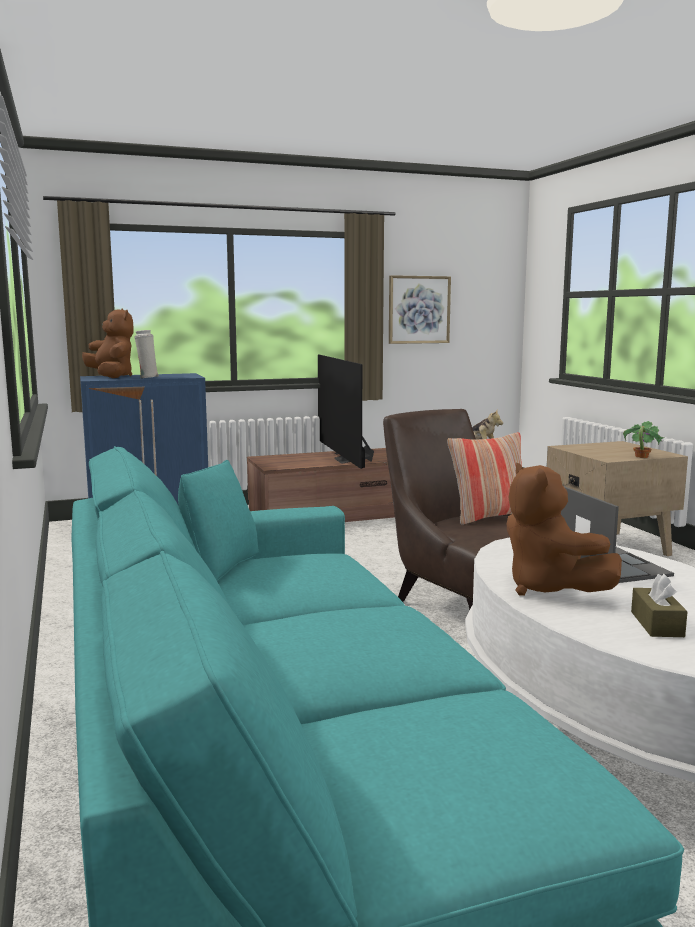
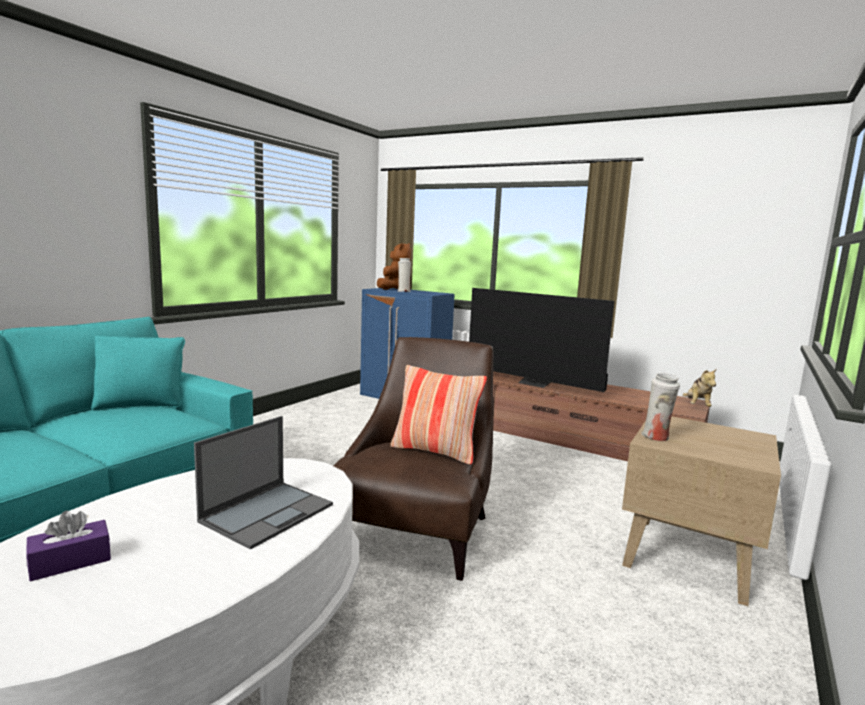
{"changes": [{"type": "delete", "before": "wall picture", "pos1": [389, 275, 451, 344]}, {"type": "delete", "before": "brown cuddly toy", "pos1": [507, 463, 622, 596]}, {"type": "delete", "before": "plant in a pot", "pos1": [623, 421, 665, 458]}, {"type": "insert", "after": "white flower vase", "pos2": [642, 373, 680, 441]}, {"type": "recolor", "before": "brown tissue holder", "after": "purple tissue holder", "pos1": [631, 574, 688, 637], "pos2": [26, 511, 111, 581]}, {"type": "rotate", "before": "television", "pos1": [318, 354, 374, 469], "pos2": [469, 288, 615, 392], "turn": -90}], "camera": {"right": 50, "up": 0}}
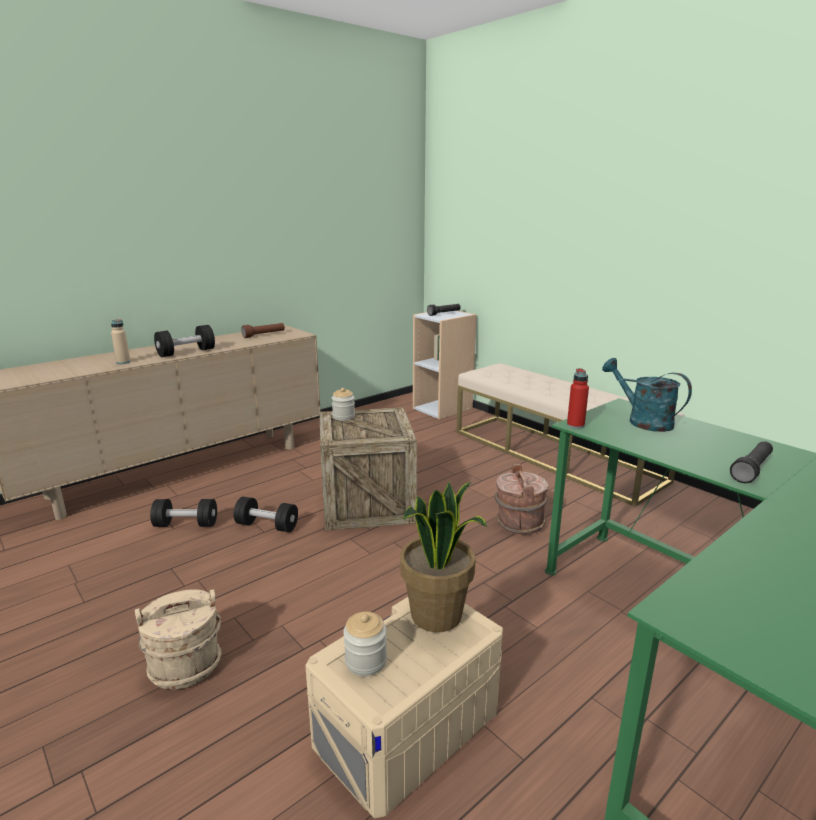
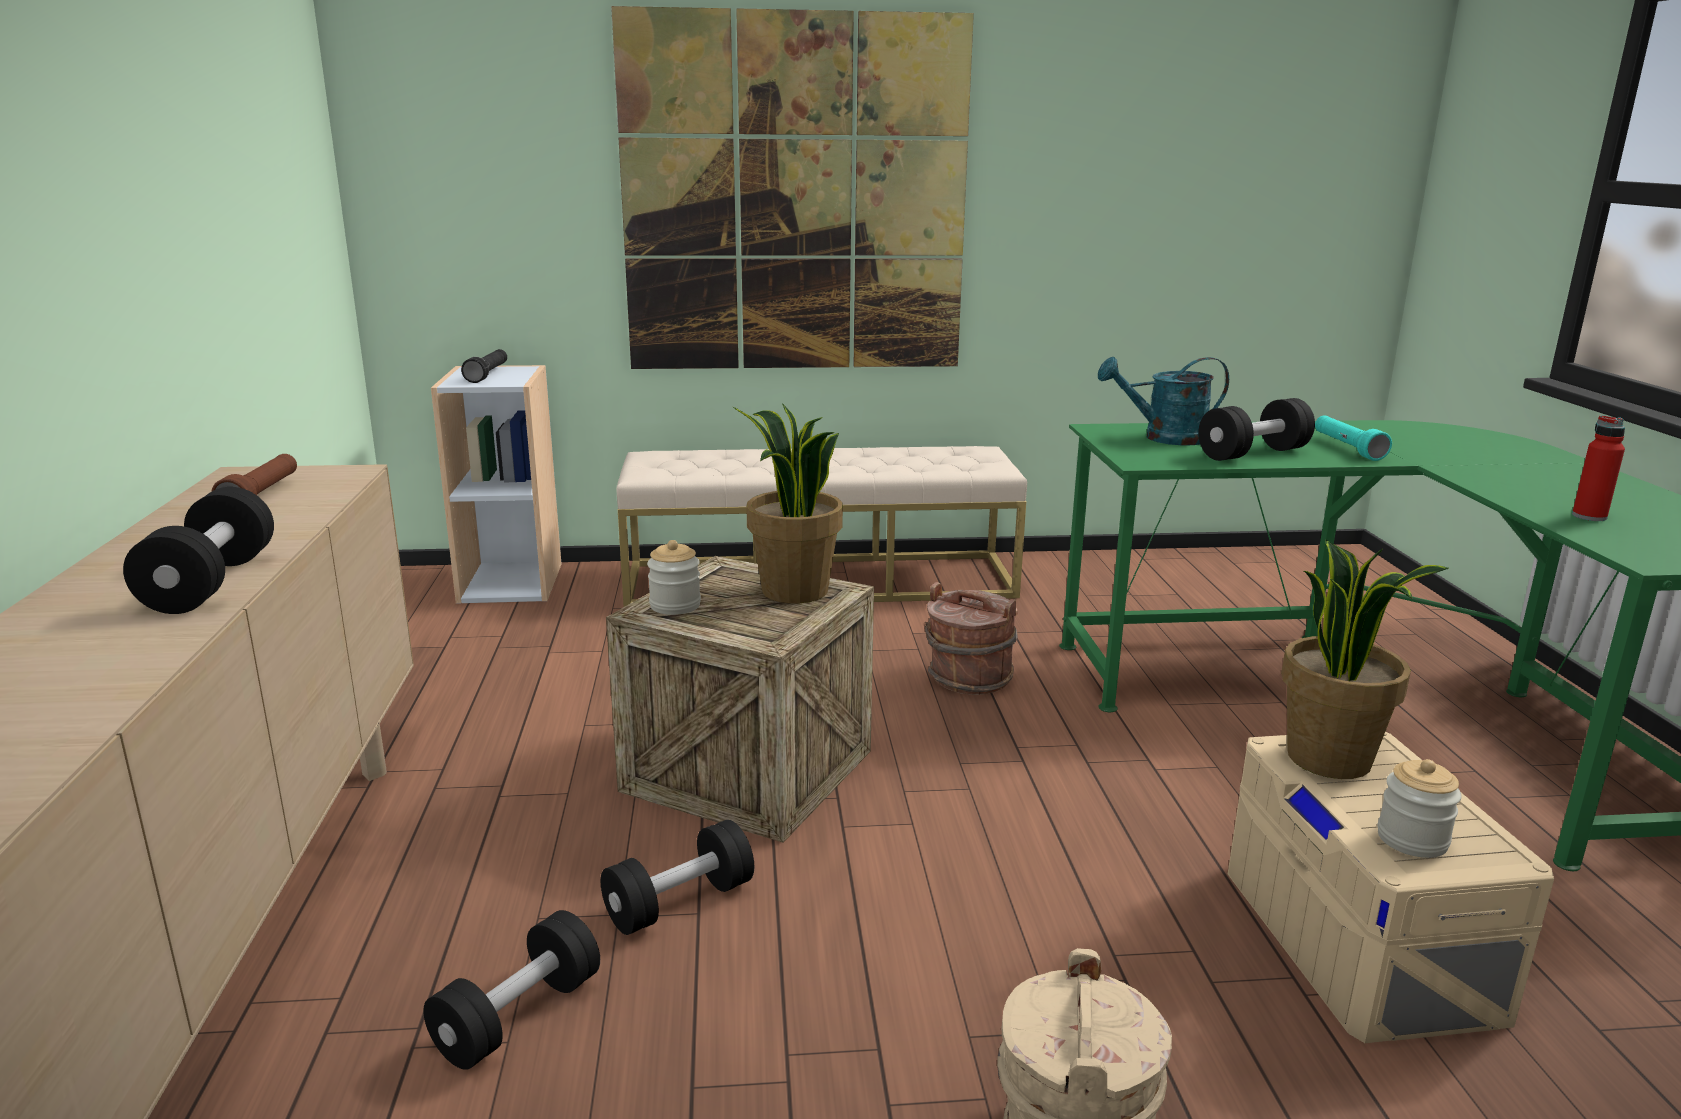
{"changes": [{"type": "delete", "before": "beige drink bottle", "pos1": [111, 318, 131, 364]}, {"type": "insert", "after": "wall picture", "pos2": [611, 6, 974, 369]}, {"type": "insert", "after": "plant in a pot", "pos2": [733, 403, 843, 603]}, {"type": "insert", "after": "blackish free weight", "pos2": [1198, 398, 1315, 461]}, {"type": "move", "before": "red drink bottle", "pos1": [567, 368, 589, 429], "pos2": [1572, 415, 1625, 521]}, {"type": "recolor", "before": "blackish torch", "after": "turquoise-coloured torch", "pos1": [730, 441, 773, 483], "pos2": [1315, 415, 1392, 461]}], "camera": {"right": -55, "up": 0}}
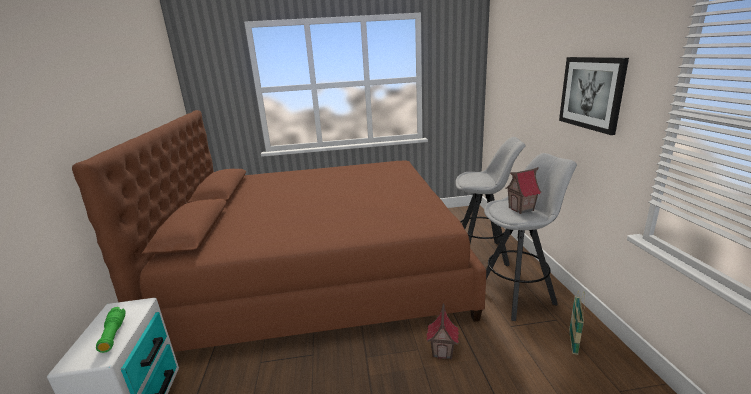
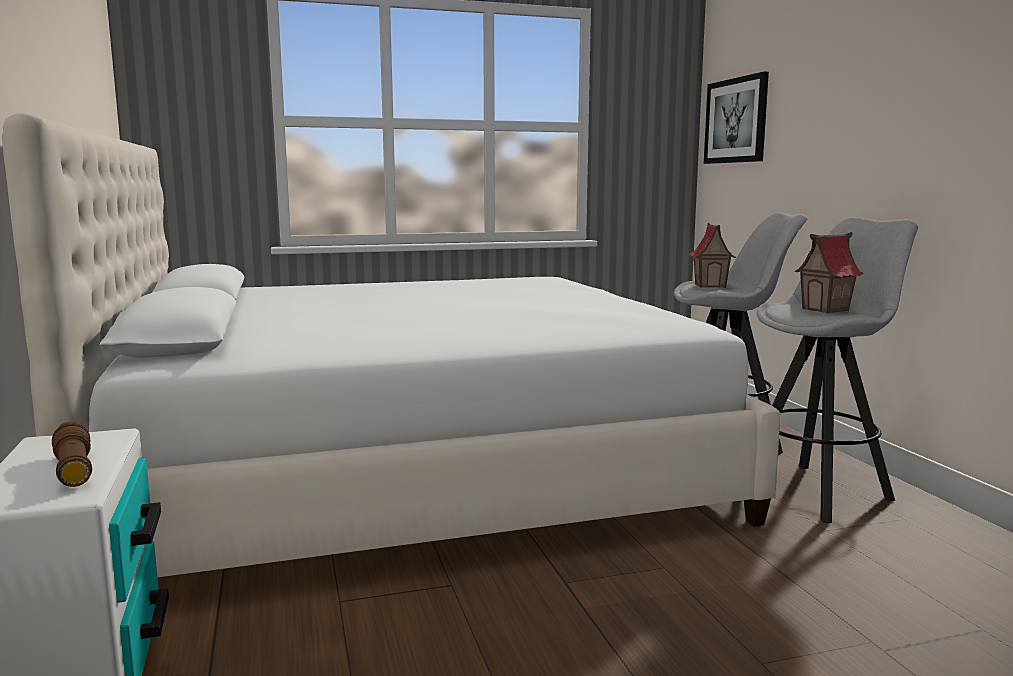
{"changes": [{"type": "delete", "before": "basket", "pos1": [569, 291, 585, 355]}, {"type": "move", "before": "toy house", "pos1": [426, 303, 459, 359], "pos2": [688, 223, 736, 288]}, {"type": "move", "before": "wall picture", "pos1": [559, 57, 629, 135], "pos2": [704, 72, 769, 164]}, {"type": "recolor", "before": "brown bedroom bed", "after": "white bedroom bed", "pos1": [72, 110, 486, 352], "pos2": [2, 113, 780, 577]}, {"type": "recolor", "before": "greenish torch", "after": "brown torch", "pos1": [96, 307, 126, 353], "pos2": [52, 421, 92, 487]}], "camera": {"right": -10, "up": -10}}
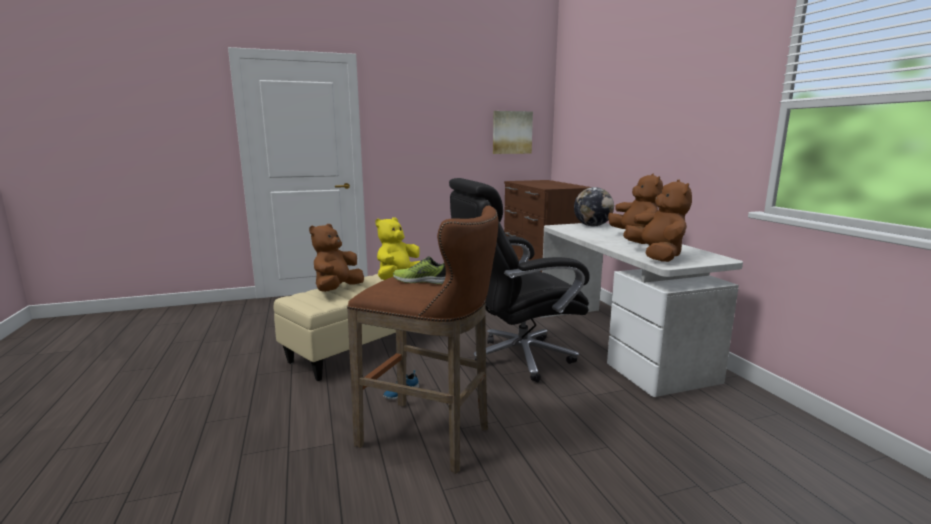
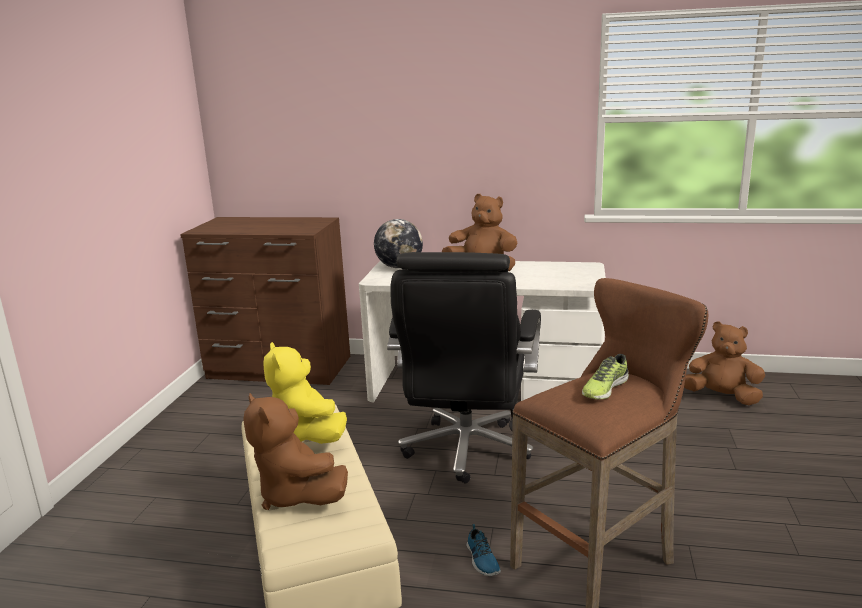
{"changes": [{"type": "delete", "before": "wall picture", "pos1": [493, 111, 533, 154]}, {"type": "move", "before": "brown cuddly toy", "pos1": [625, 179, 692, 262], "pos2": [684, 321, 765, 405]}], "camera": {"right": -60, "up": 5}}
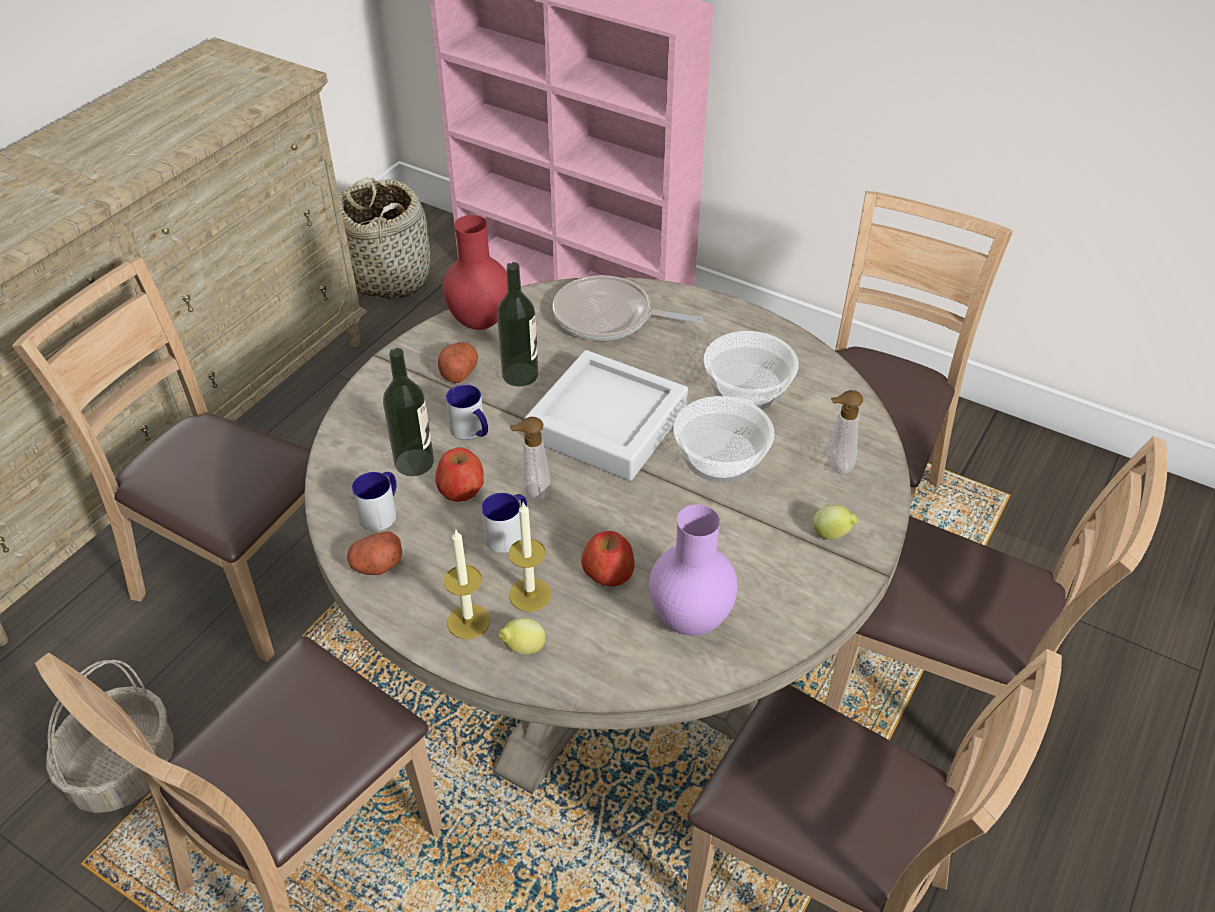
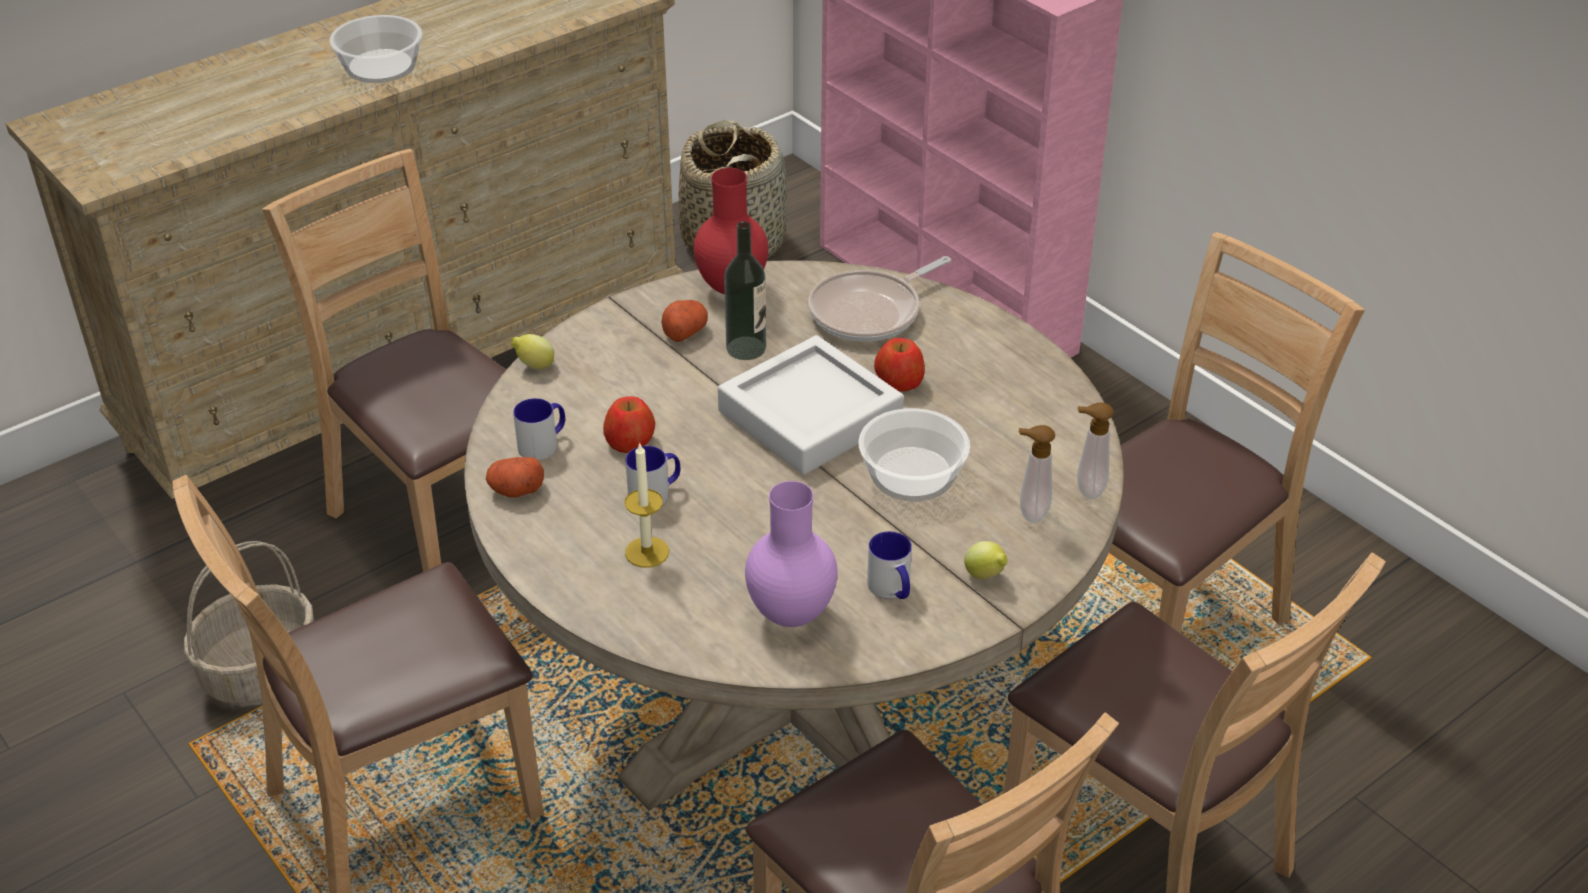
{"changes": [{"type": "delete", "before": "drink bottle", "pos1": [383, 348, 434, 476]}, {"type": "delete", "before": "candle", "pos1": [444, 530, 490, 639]}, {"type": "move", "before": "coffee mug", "pos1": [446, 384, 488, 440], "pos2": [867, 531, 912, 599]}, {"type": "move", "before": "lemon", "pos1": [498, 618, 546, 655], "pos2": [511, 334, 554, 369]}, {"type": "move", "before": "soap dispenser", "pos1": [510, 417, 550, 502], "pos2": [1077, 402, 1114, 499]}, {"type": "move", "before": "apple fruit", "pos1": [581, 531, 635, 587], "pos2": [874, 338, 925, 392]}, {"type": "move", "before": "deep dish", "pos1": [704, 331, 799, 409], "pos2": [330, 15, 422, 83]}, {"type": "rotate", "before": "skillet", "pos1": [553, 275, 703, 341], "pos2": [808, 256, 951, 341], "turn": -75}], "camera": {"right": 20, "up": -5}}
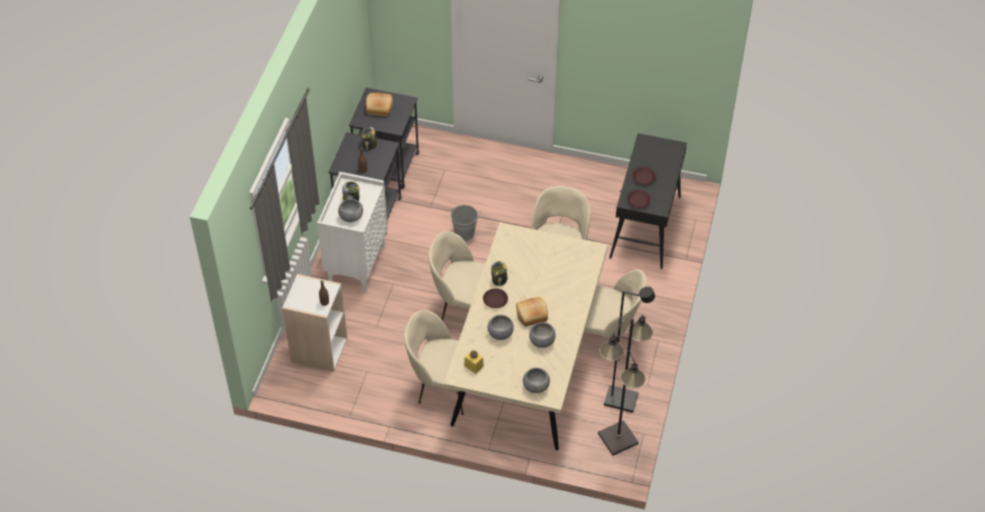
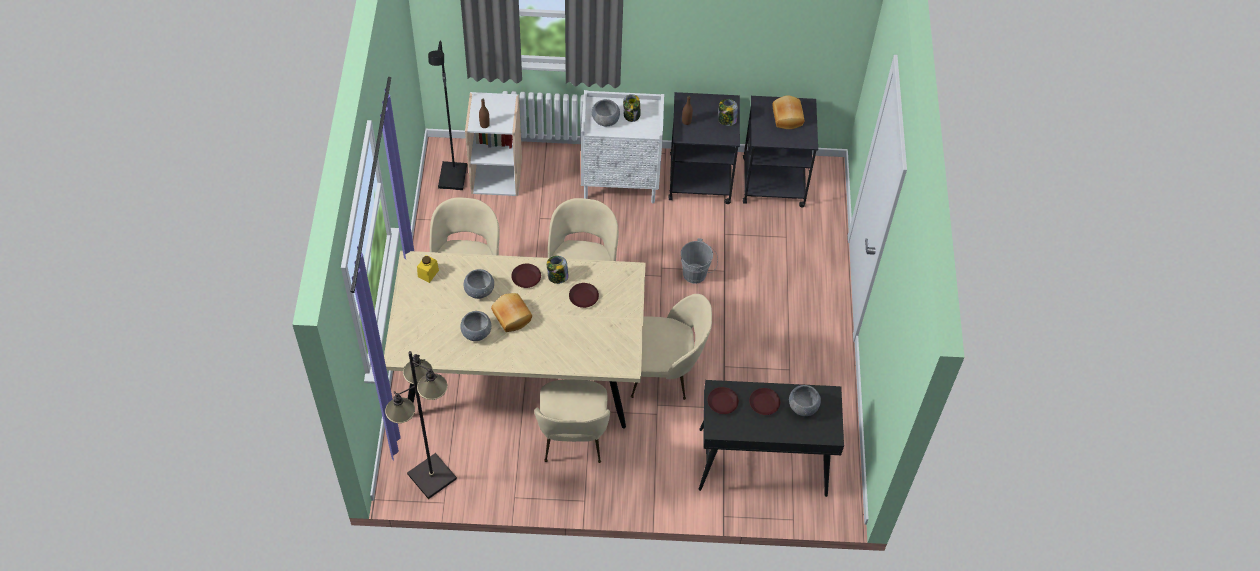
{"changes": [{"type": "insert", "after": "brown flat dish", "pos2": [569, 283, 599, 308]}, {"type": "move", "before": "greyish deep dish", "pos1": [523, 368, 550, 393], "pos2": [789, 385, 821, 416]}, {"type": "move", "before": "blackish standard lamp", "pos1": [604, 287, 655, 413], "pos2": [428, 40, 467, 190]}], "camera": {"right": 75, "up": 5}}
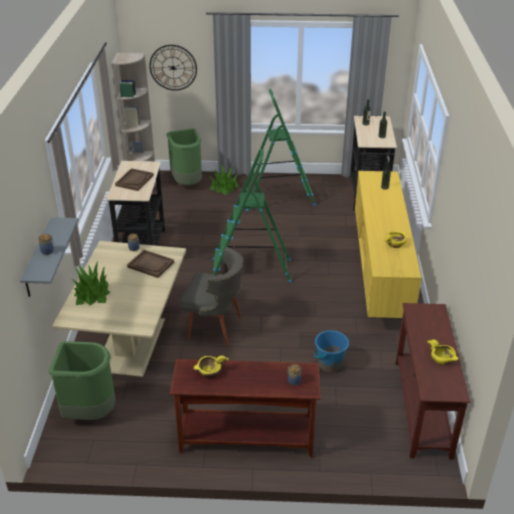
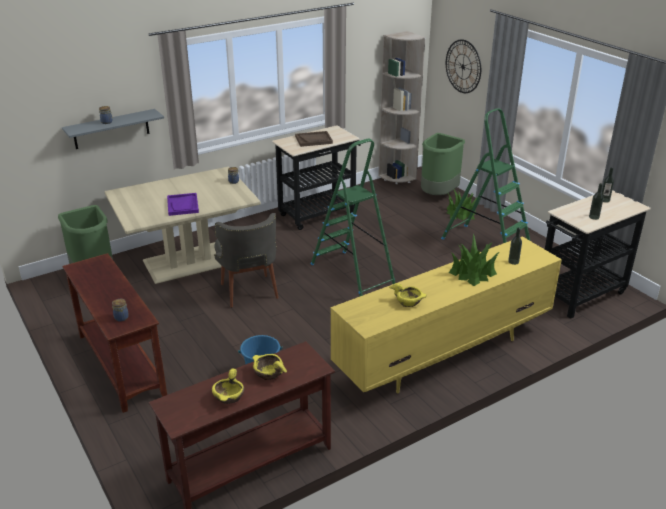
{"changes": [{"type": "delete", "before": "brown serving tray", "pos1": [127, 250, 174, 278]}, {"type": "insert", "after": "purple serving tray", "pos2": [167, 193, 199, 216]}, {"type": "move", "before": "plant in a pot", "pos1": [72, 261, 110, 305], "pos2": [448, 233, 499, 286]}, {"type": "move", "before": "yellowish deep dish", "pos1": [194, 356, 230, 378], "pos2": [252, 354, 287, 380]}], "camera": {"right": 55, "up": -5}}
